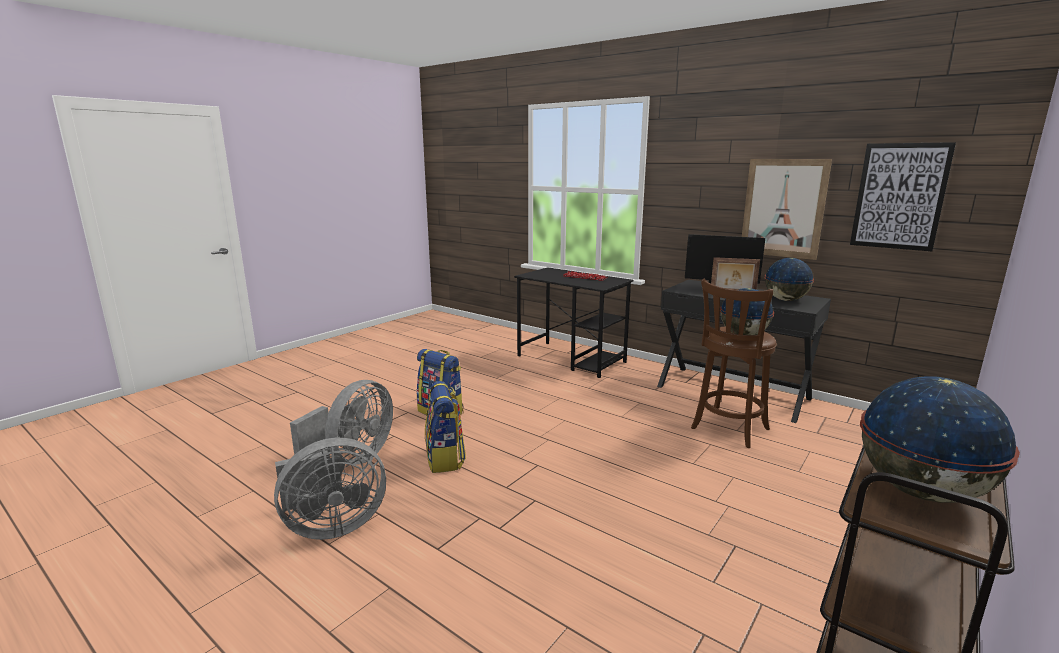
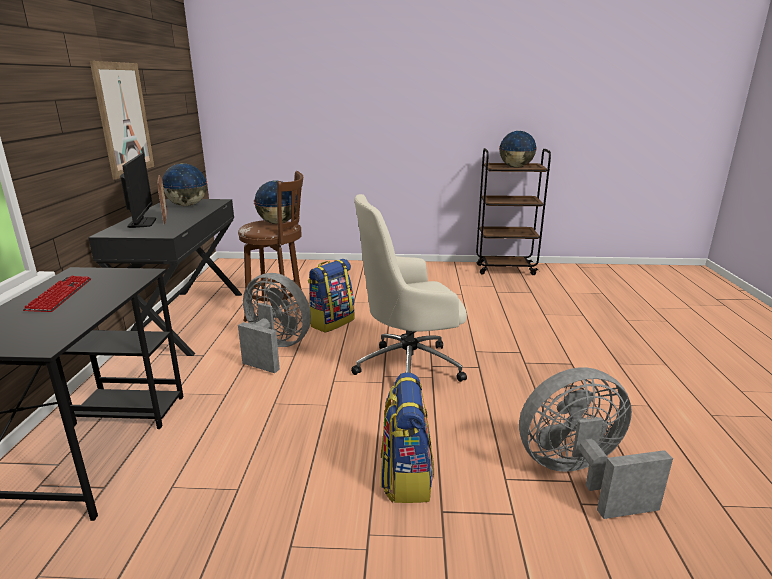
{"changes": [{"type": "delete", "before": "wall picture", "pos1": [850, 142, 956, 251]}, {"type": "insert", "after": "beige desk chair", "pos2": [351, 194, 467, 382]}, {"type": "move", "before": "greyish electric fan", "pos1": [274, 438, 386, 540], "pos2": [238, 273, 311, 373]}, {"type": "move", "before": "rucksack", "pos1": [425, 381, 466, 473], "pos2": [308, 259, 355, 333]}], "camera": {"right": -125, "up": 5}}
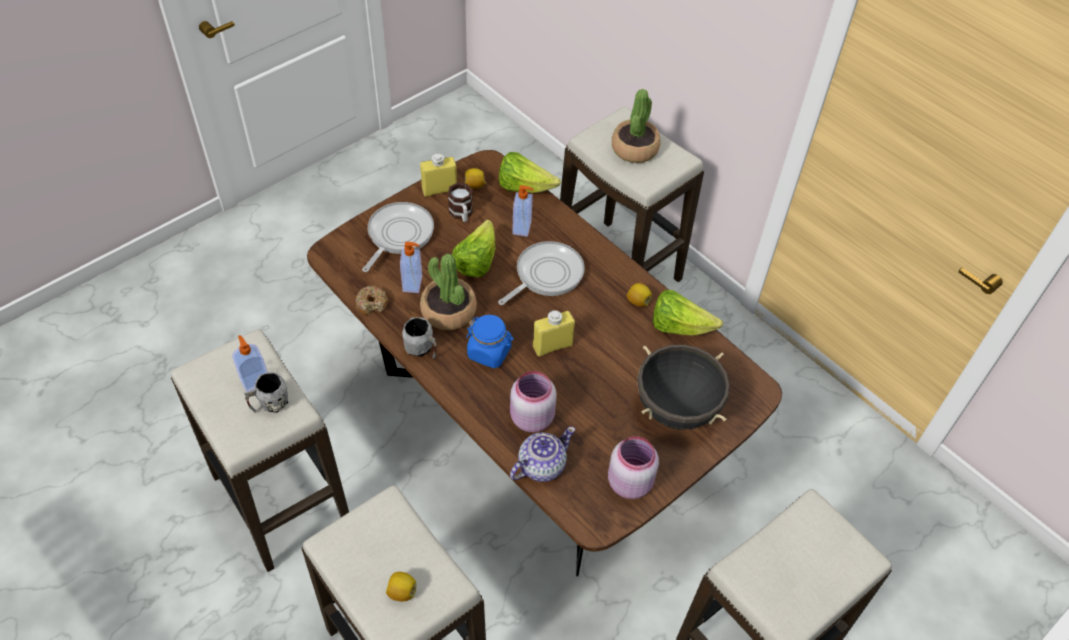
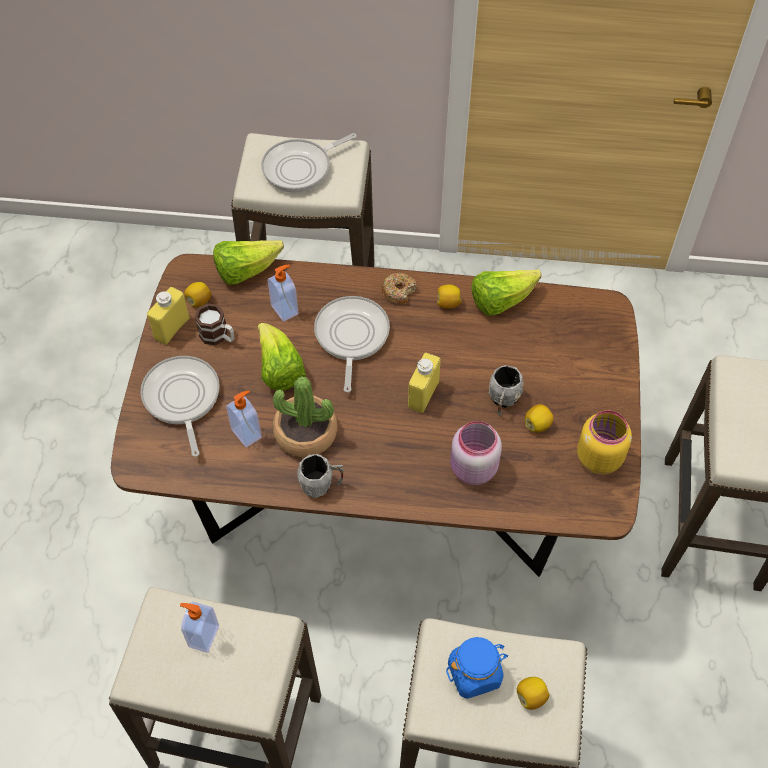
{"changes": [{"type": "delete", "before": "teapot", "pos1": [510, 427, 575, 482]}, {"type": "delete", "before": "blackish saucepot", "pos1": [637, 345, 730, 430]}, {"type": "insert", "after": "lemon", "pos2": [525, 404, 554, 432]}, {"type": "move", "before": "greyish coffee mug", "pos1": [244, 372, 288, 413], "pos2": [489, 365, 524, 416]}, {"type": "move", "before": "donut", "pos1": [355, 286, 388, 315], "pos2": [382, 272, 417, 305]}, {"type": "move", "before": "blue storage jar", "pos1": [466, 315, 514, 368], "pos2": [446, 637, 508, 699]}, {"type": "replace", "before": "plant in a pot", "after": "skillet", "pos1": [612, 89, 661, 163], "pos2": [261, 133, 357, 193]}, {"type": "recolor", "before": "pinkish storage jar", "after": "yellowish storage jar", "pos1": [608, 436, 659, 499], "pos2": [577, 410, 632, 475]}], "camera": {"right": -40, "up": 5}}
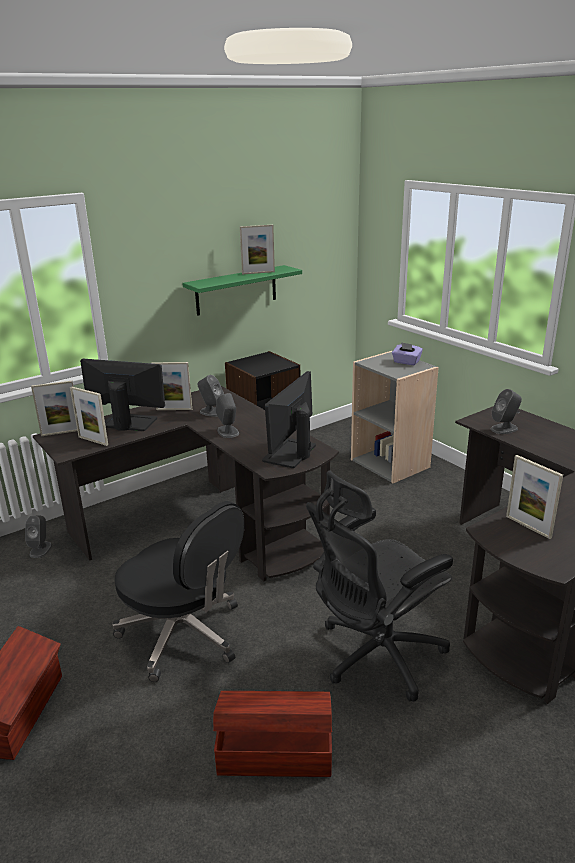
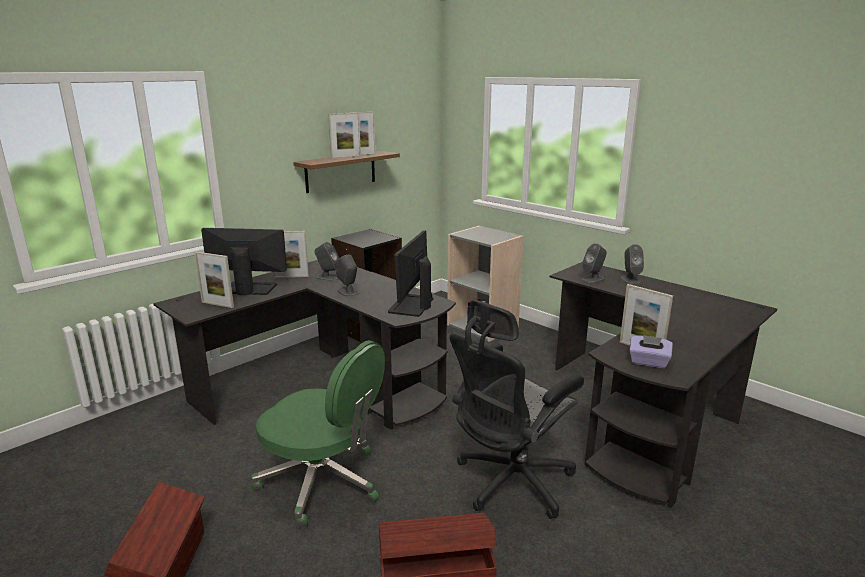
{"changes": [{"type": "move", "before": "greyish loudspeaker", "pos1": [25, 515, 52, 558], "pos2": [621, 244, 644, 285]}, {"type": "move", "before": "standing frame", "pos1": [31, 380, 77, 436], "pos2": [328, 113, 361, 159]}, {"type": "move", "before": "purple tissue holder", "pos1": [392, 342, 423, 365], "pos2": [629, 335, 673, 368]}, {"type": "recolor", "before": "blackish desk chair", "after": "greenish desk chair", "pos1": [112, 501, 244, 682], "pos2": [251, 340, 385, 528]}, {"type": "recolor", "before": "greenish wall shelf", "after": "brown wall shelf", "pos1": [182, 265, 302, 316], "pos2": [293, 151, 400, 193]}], "camera": {"right": -10, "up": -5}}
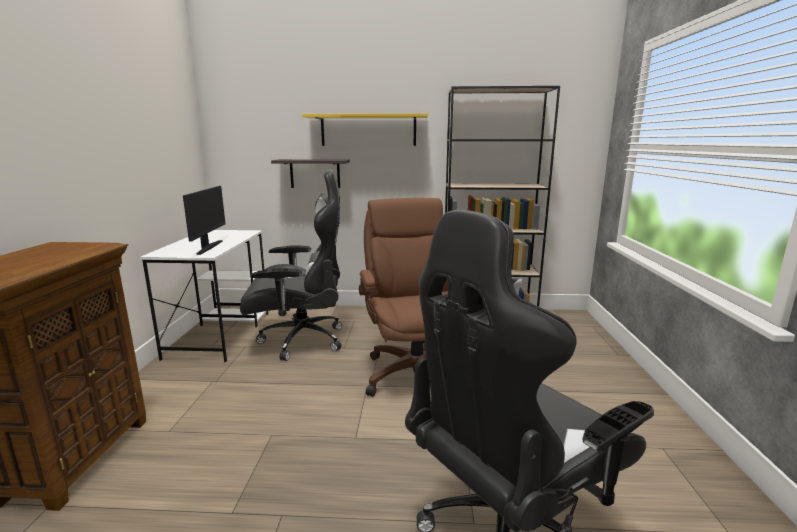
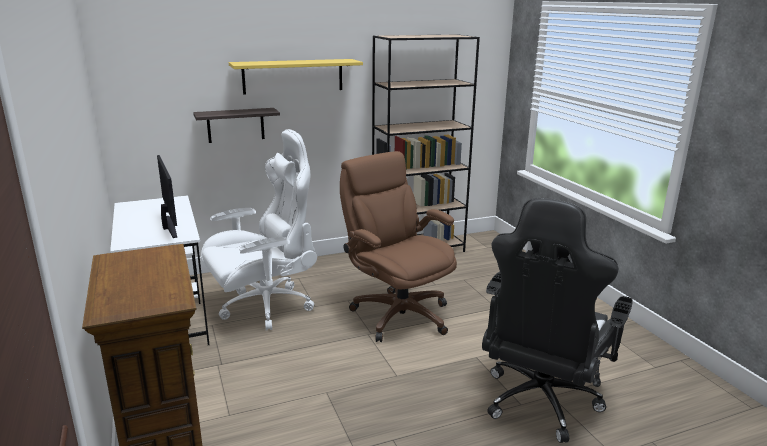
{"changes": [{"type": "recolor", "before": "blackish desk chair", "after": "white desk chair", "pos1": [240, 169, 342, 361], "pos2": [201, 129, 317, 330]}], "camera": {"right": -25, "up": 5}}
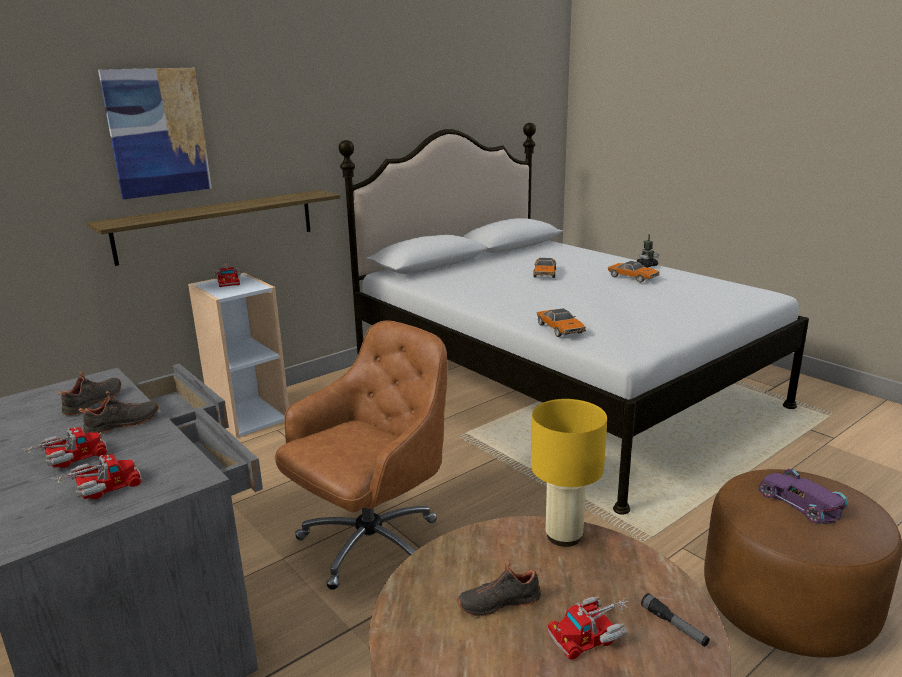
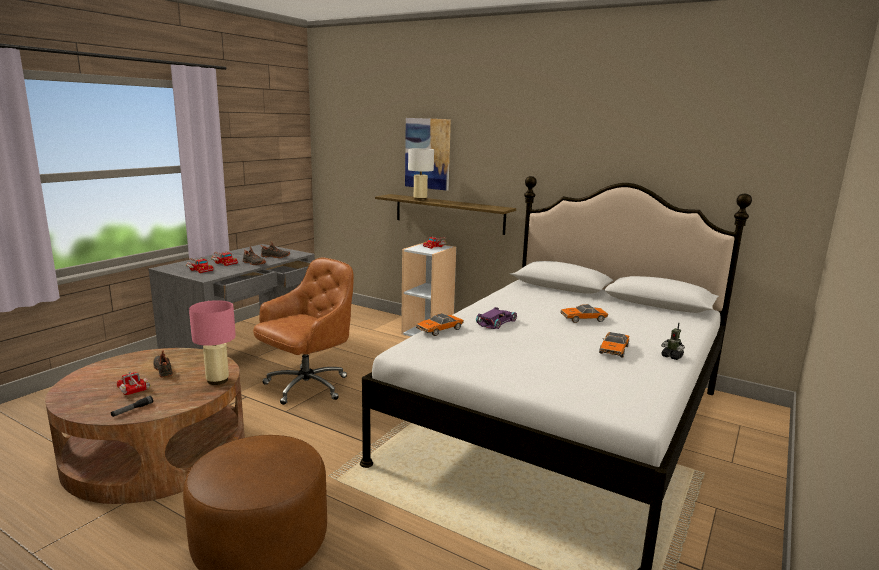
{"changes": [{"type": "insert", "after": "white tabletop lamp", "pos2": [408, 148, 434, 201]}, {"type": "move", "before": "purple miniature car", "pos1": [758, 469, 848, 524], "pos2": [476, 307, 517, 329]}, {"type": "recolor", "before": "yellowish tabletop lamp", "after": "pinkish tabletop lamp", "pos1": [531, 399, 607, 547], "pos2": [189, 300, 236, 385]}, {"type": "rotate", "before": "brown desk chair", "pos1": [275, 320, 447, 590], "pos2": [253, 258, 353, 405], "turn": -75}], "camera": {"right": 70, "up": -5}}
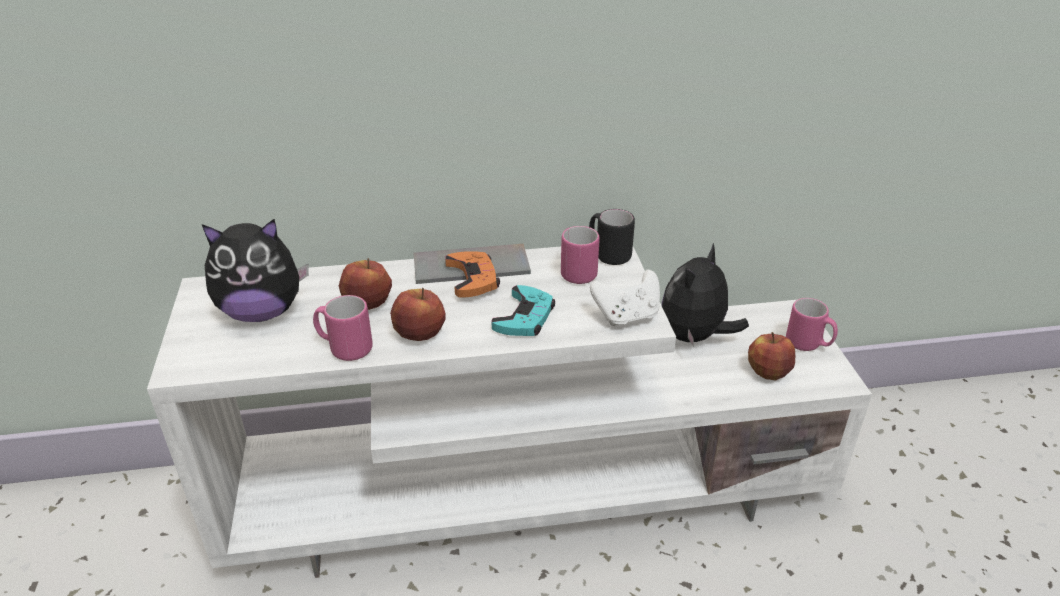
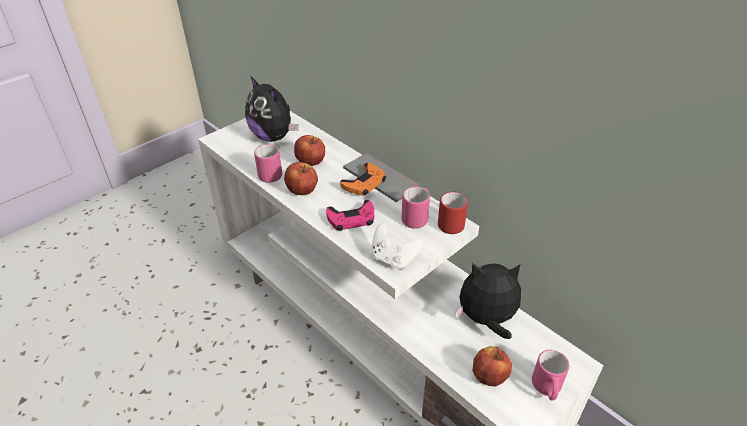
{"changes": [{"type": "recolor", "before": "turquoise-coloured gamepad", "after": "pinkish gamepad", "pos1": [491, 285, 555, 336], "pos2": [326, 200, 374, 231]}, {"type": "recolor", "before": "blackish coffee mug", "after": "red coffee mug", "pos1": [589, 209, 635, 265], "pos2": [438, 191, 468, 234]}], "camera": {"right": 55, "up": 5}}
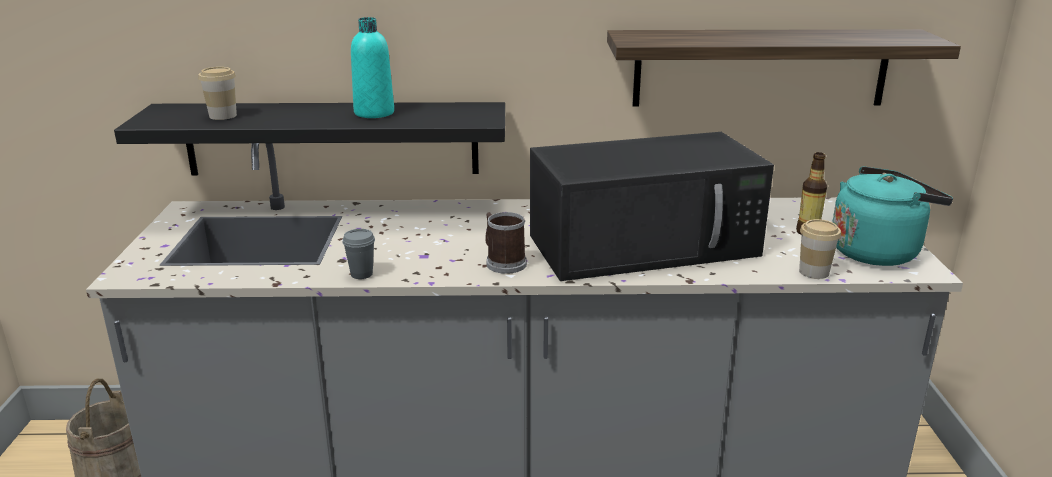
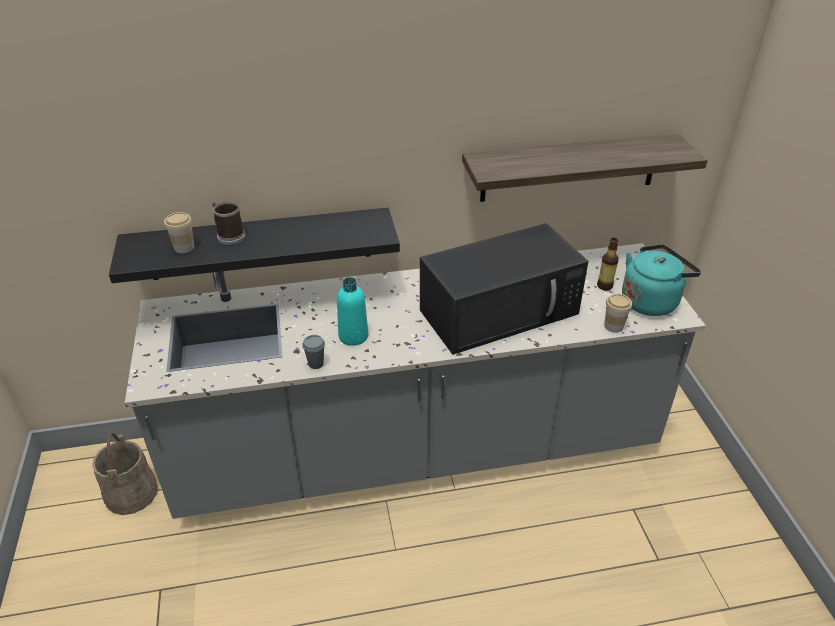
{"changes": [{"type": "move", "before": "turquoise-coloured drink bottle", "pos1": [351, 17, 394, 118], "pos2": [337, 277, 368, 346]}, {"type": "move", "before": "coffee mug", "pos1": [485, 212, 527, 274], "pos2": [212, 201, 246, 245]}], "camera": {"right": -10, "up": 15}}
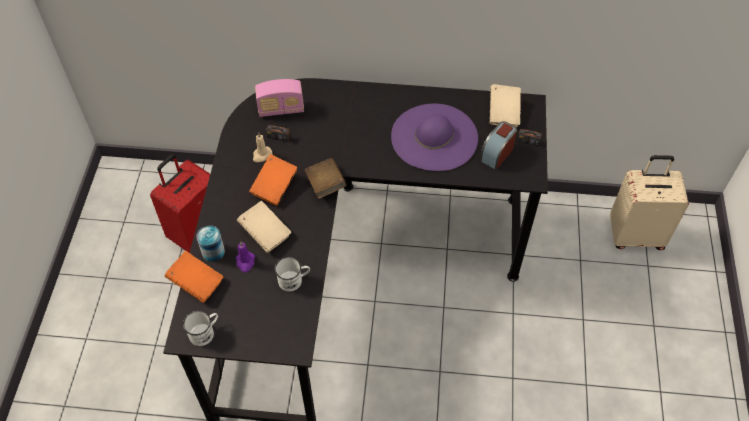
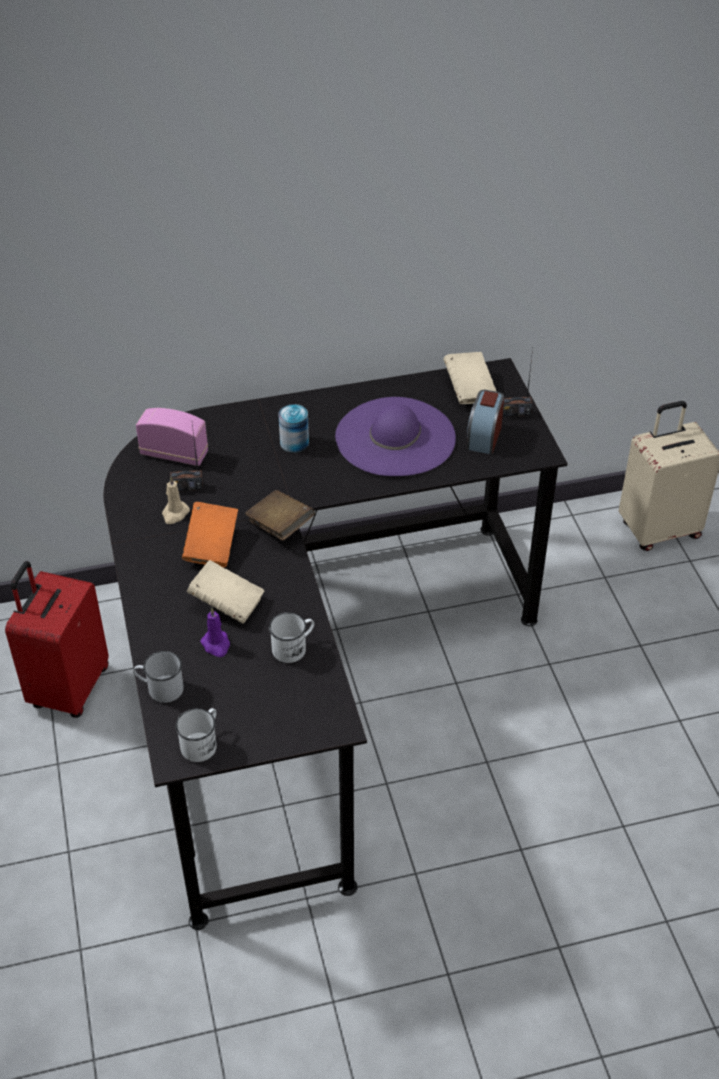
{"changes": [{"type": "move", "before": "can", "pos1": [196, 225, 225, 262], "pos2": [278, 404, 309, 453]}, {"type": "replace", "before": "orange-coloured book", "after": "white coffee mug", "pos1": [164, 251, 223, 303], "pos2": [133, 651, 184, 703]}, {"type": "rotate", "before": "radio", "pos1": [255, 79, 304, 117], "pos2": [136, 408, 208, 466], "turn": -135}], "camera": {"right": -20, "up": -10}}
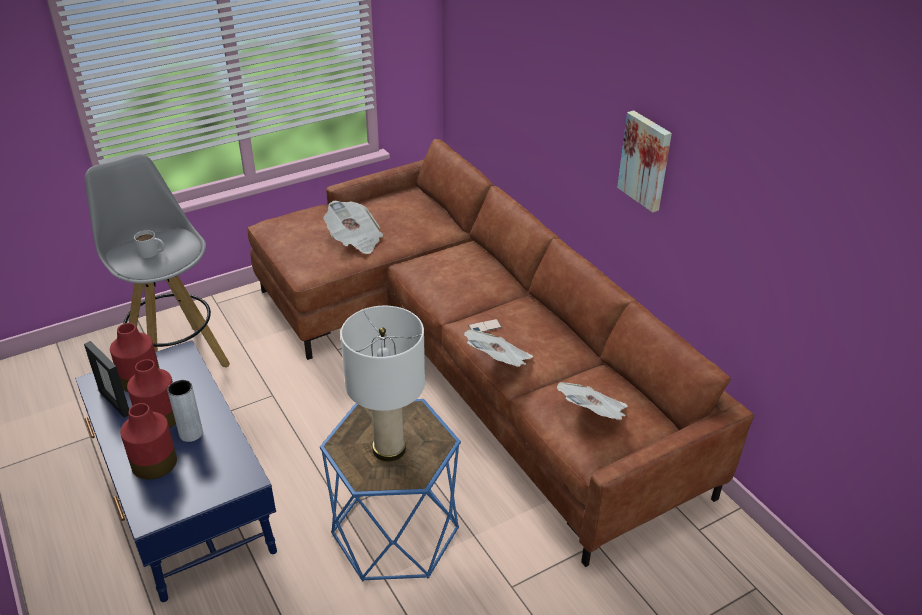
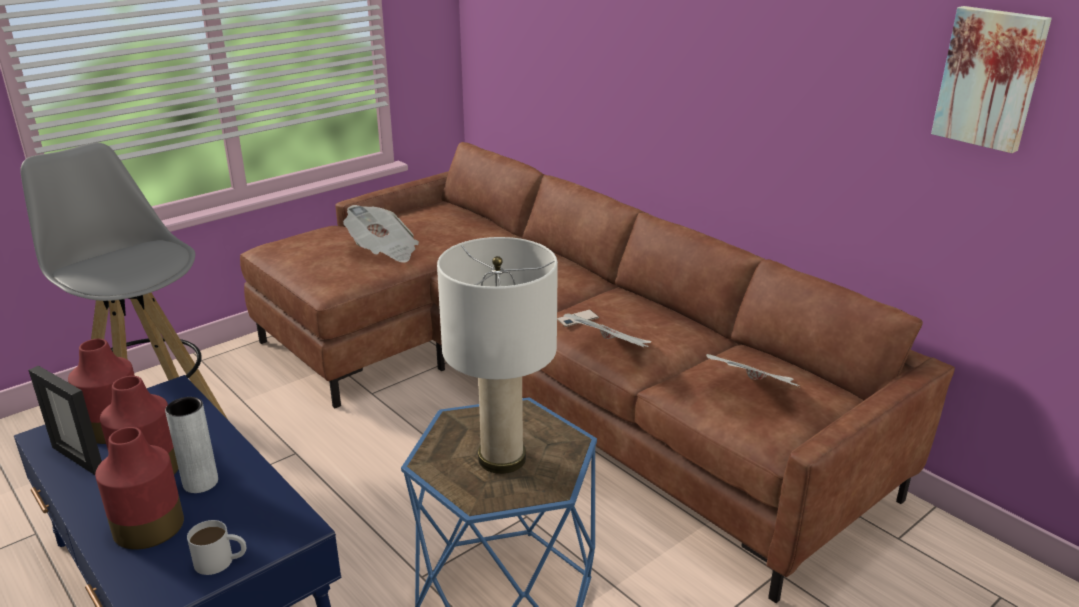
{"changes": [{"type": "move", "before": "white coffee mug", "pos1": [134, 230, 165, 258], "pos2": [187, 520, 246, 575]}, {"type": "move", "before": "wall picture", "pos1": [617, 111, 672, 212], "pos2": [931, 6, 1052, 153]}], "camera": {"right": -10, "up": -10}}
